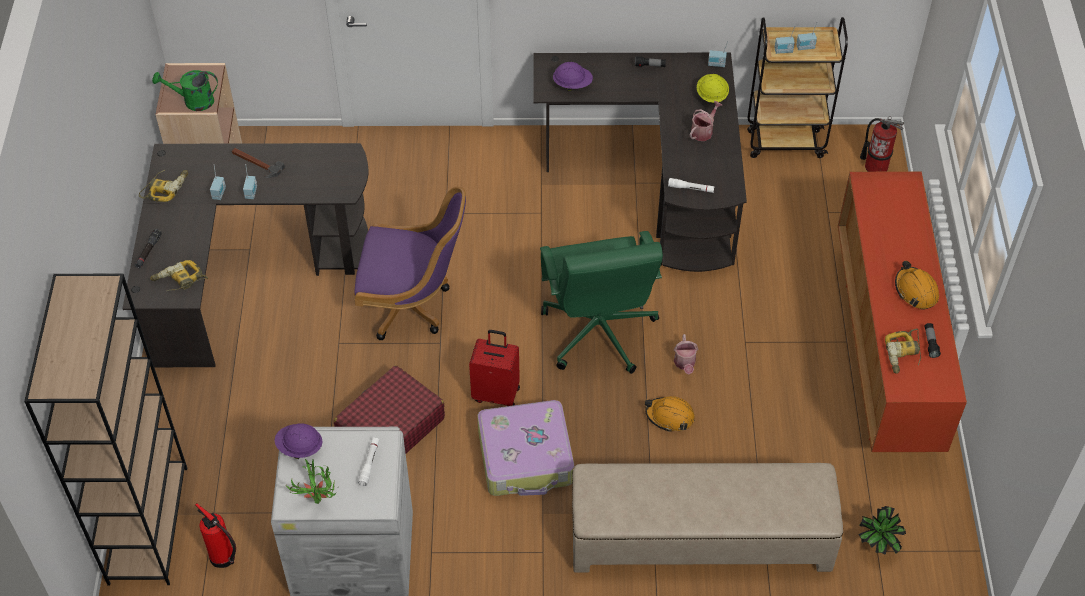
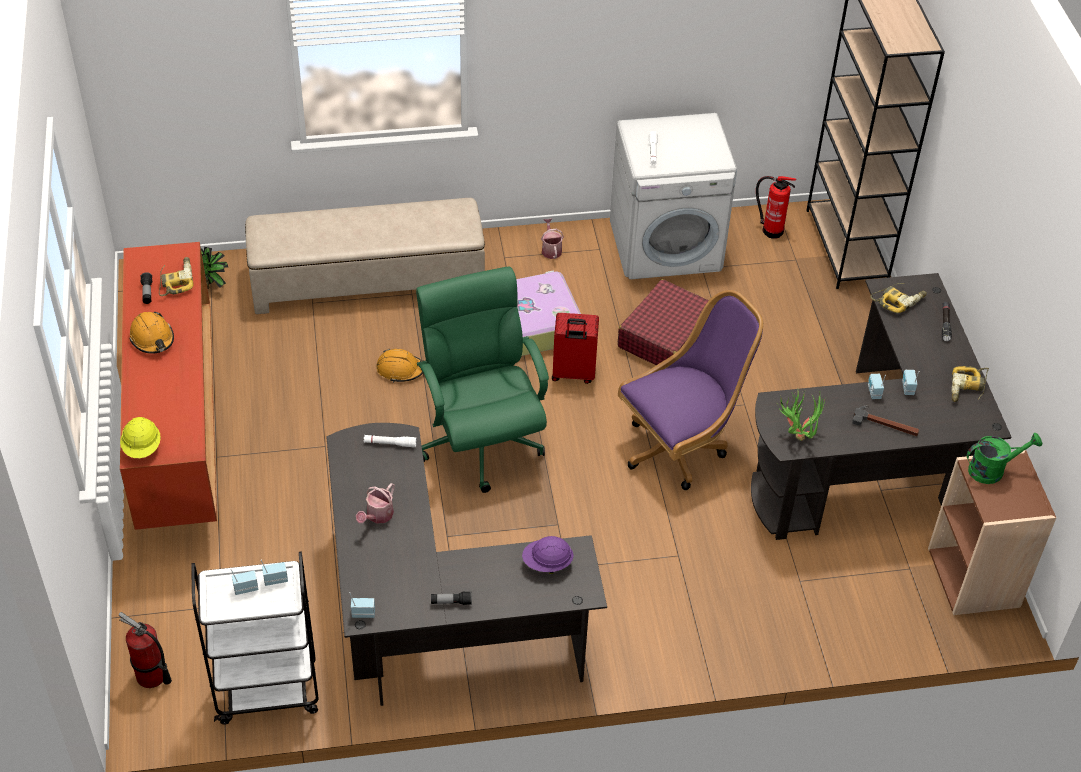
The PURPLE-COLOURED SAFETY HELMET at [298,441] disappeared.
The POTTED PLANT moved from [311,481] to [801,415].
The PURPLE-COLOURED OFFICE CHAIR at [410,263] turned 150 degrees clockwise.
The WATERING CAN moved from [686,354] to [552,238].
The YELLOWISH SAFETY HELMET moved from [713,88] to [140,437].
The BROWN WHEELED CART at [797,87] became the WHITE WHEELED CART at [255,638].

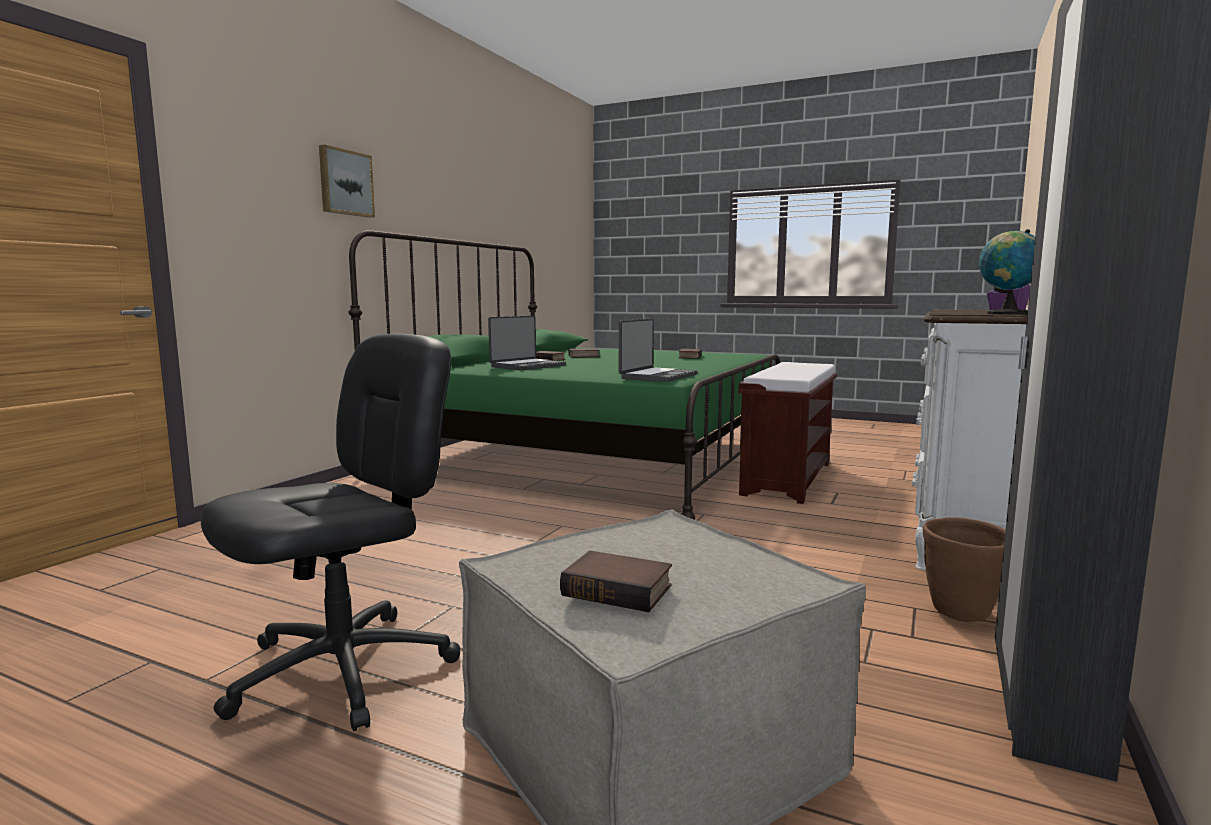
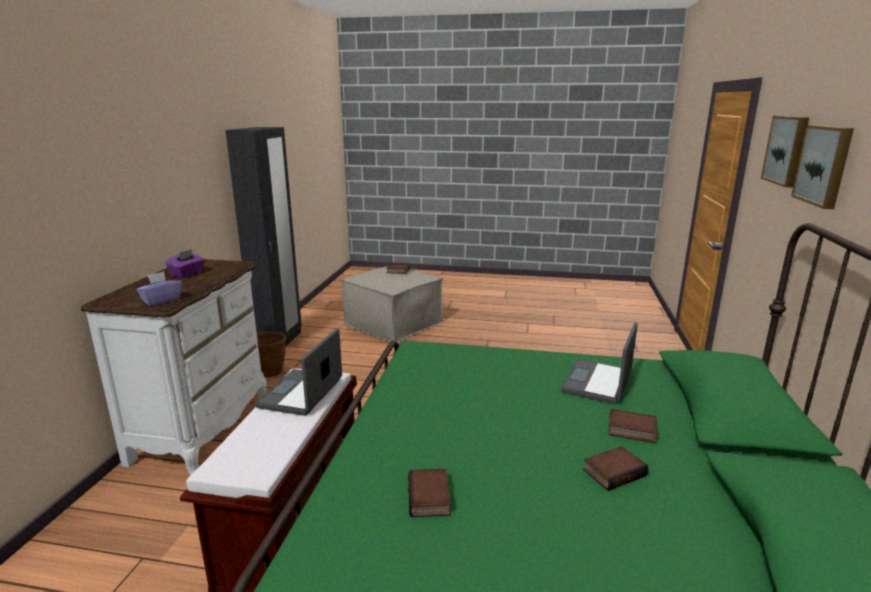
The BLACKISH OFFICE CHAIR at [330,532] disappeared.
The PORTABLE COMPUTER moved from [658,350] to [298,372].
The DESK GLOBE at [1007,272] disappeared.
The PURPLE-COLOURED TISSUE BOX at [159,288] appeared.
The WALL PICTURE at [785,152] appeared.

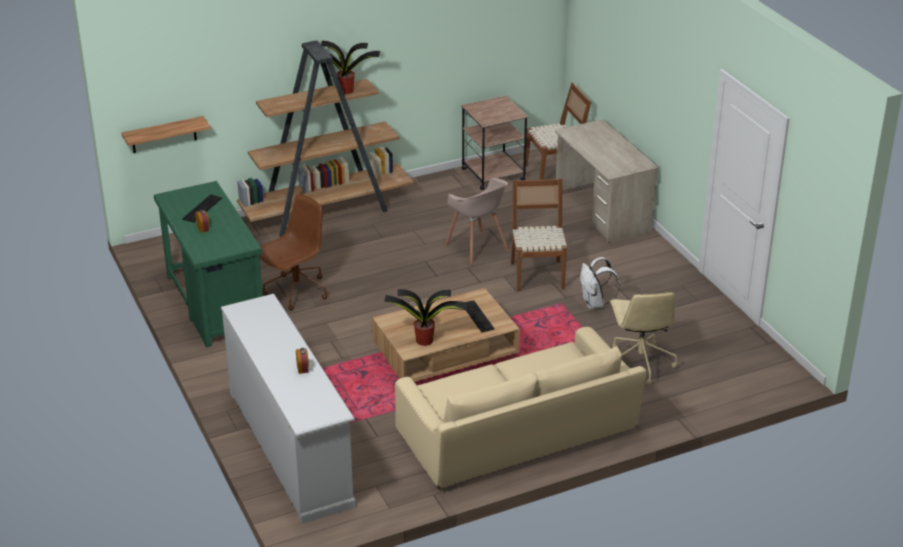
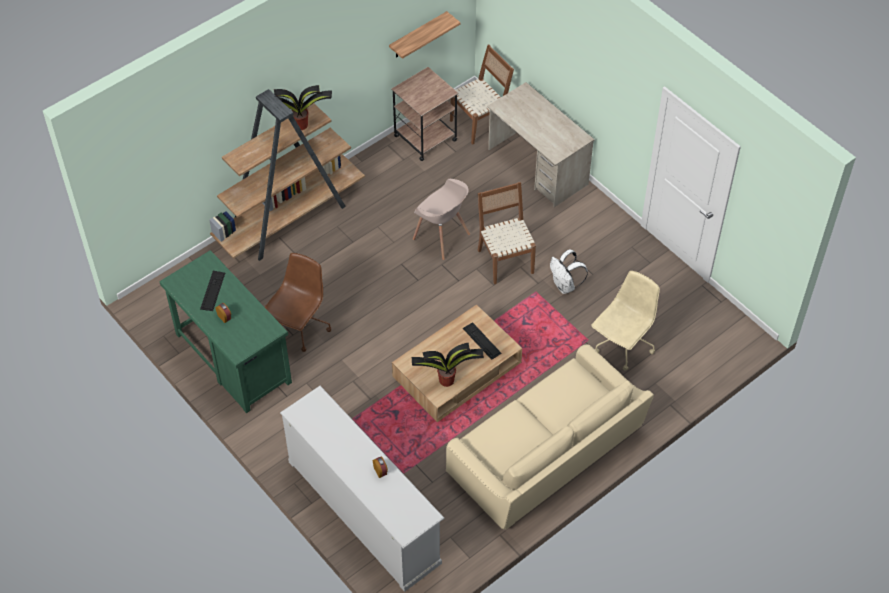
The WALL SHELF moved from [166,134] to [424,35].
The BEIGE OFFICE CHAIR at [644,338] turned 120 degrees counterclockwise.

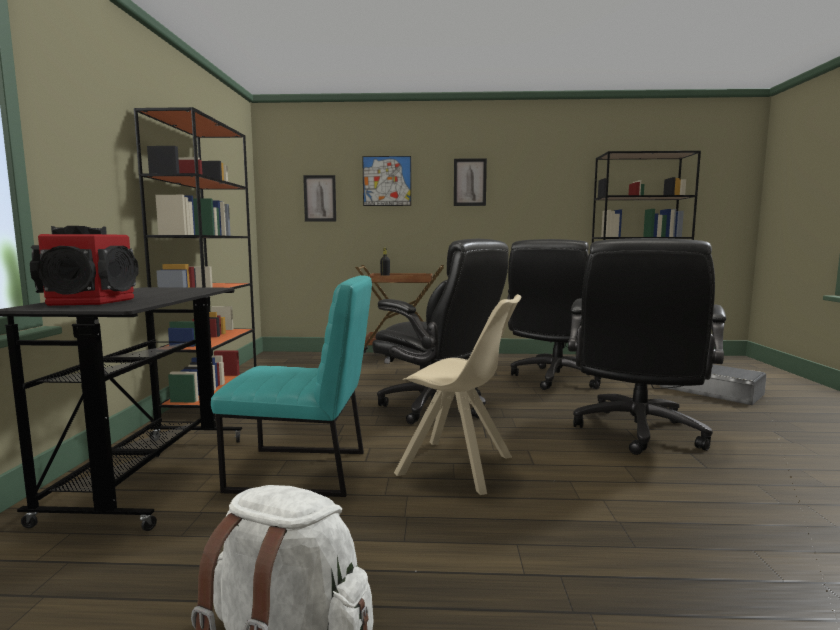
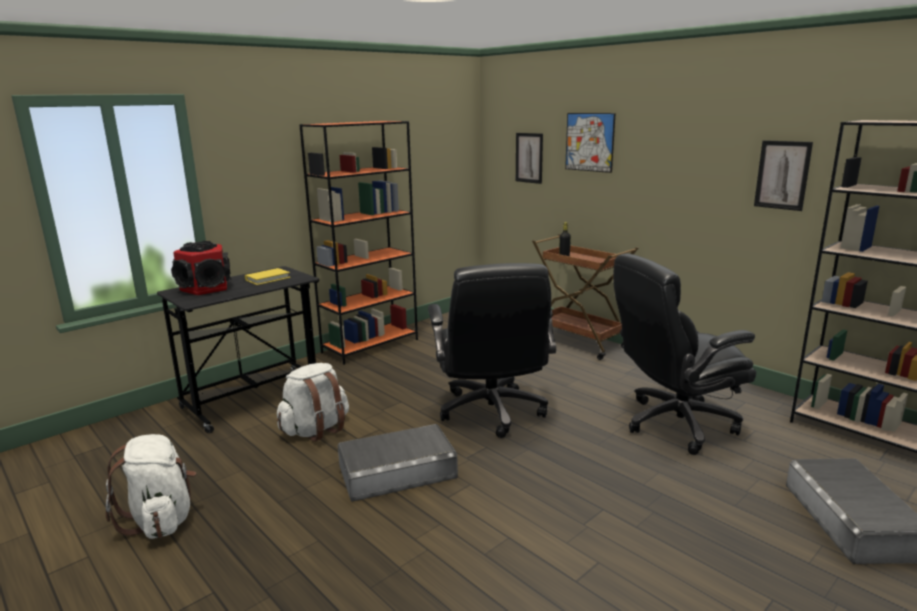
The TURQUOISE-COLOURED PLAIN CHAIR at [291,386] was replaced by the WHITE RUCKSACK at [313,402].
The BEIGE PLAIN CHAIR at [457,394] was replaced by the GREYISH STORAGE CONTAINER at [398,463].
The WALL PICTURE moved from [470,182] to [783,175].
The BLACKISH OFFICE CHAIR at [647,346] disappeared.
The YELLOWISH BOOK at [267,276] appeared.

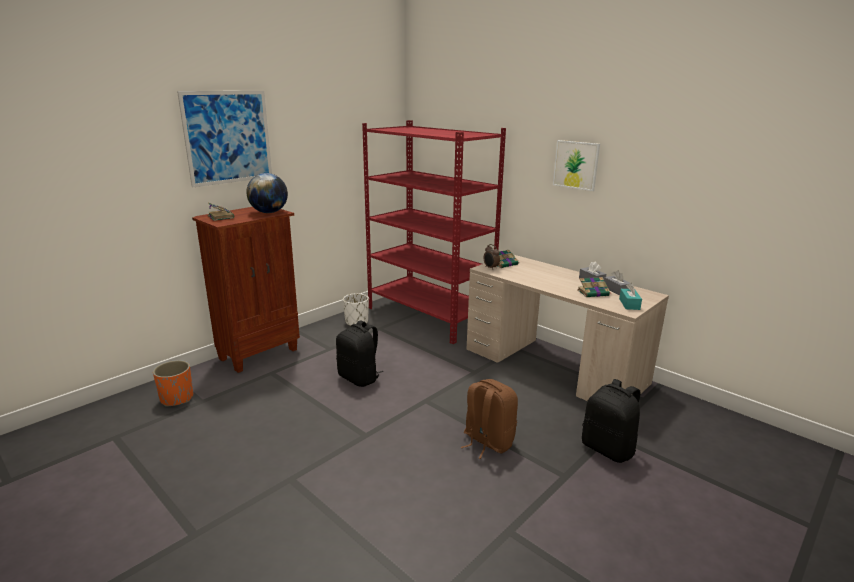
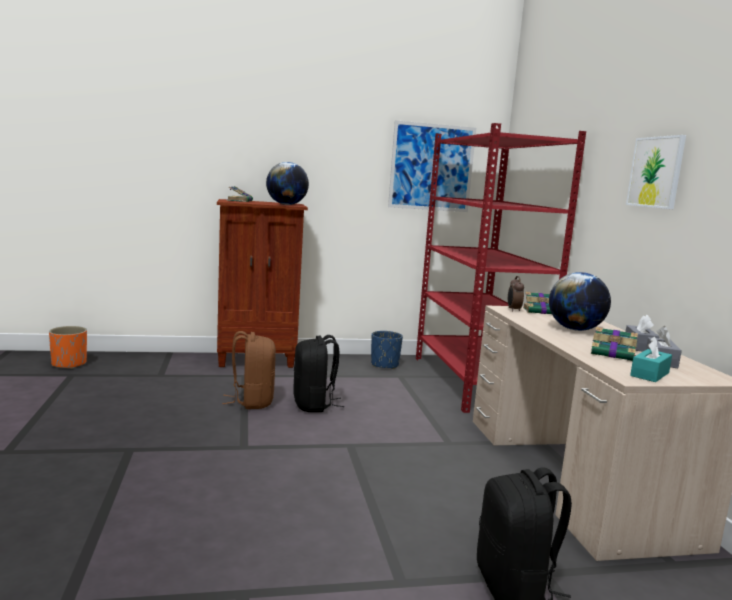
The ORANGE-COLOURED PLANTER moved from [173,383] to [68,347].
The WALL PICTURE moved from [224,139] to [432,166].
The WHITE PLANTER at [356,309] became the BLUE PLANTER at [387,350].
The BROWN RUCKSACK moved from [489,419] to [249,370].
The DESK GLOBE at [580,301] appeared.

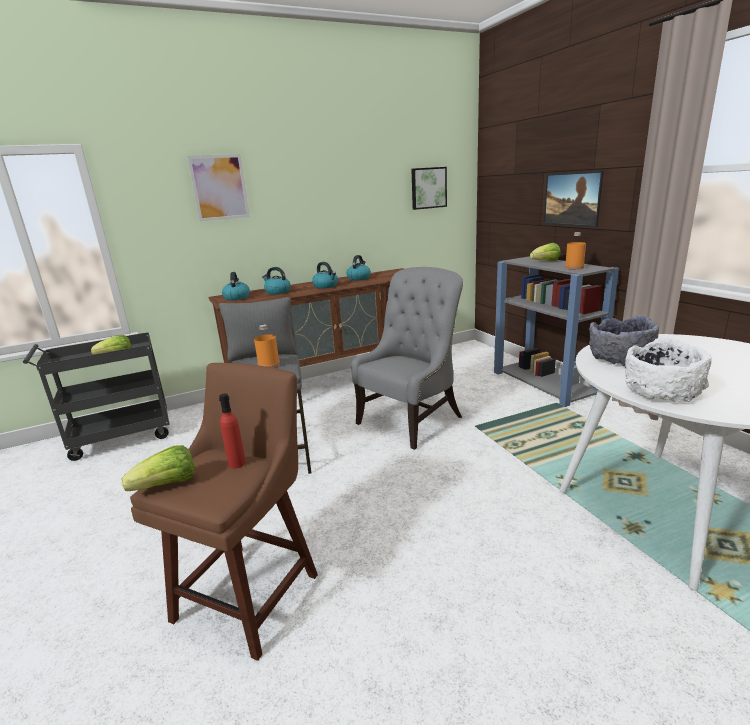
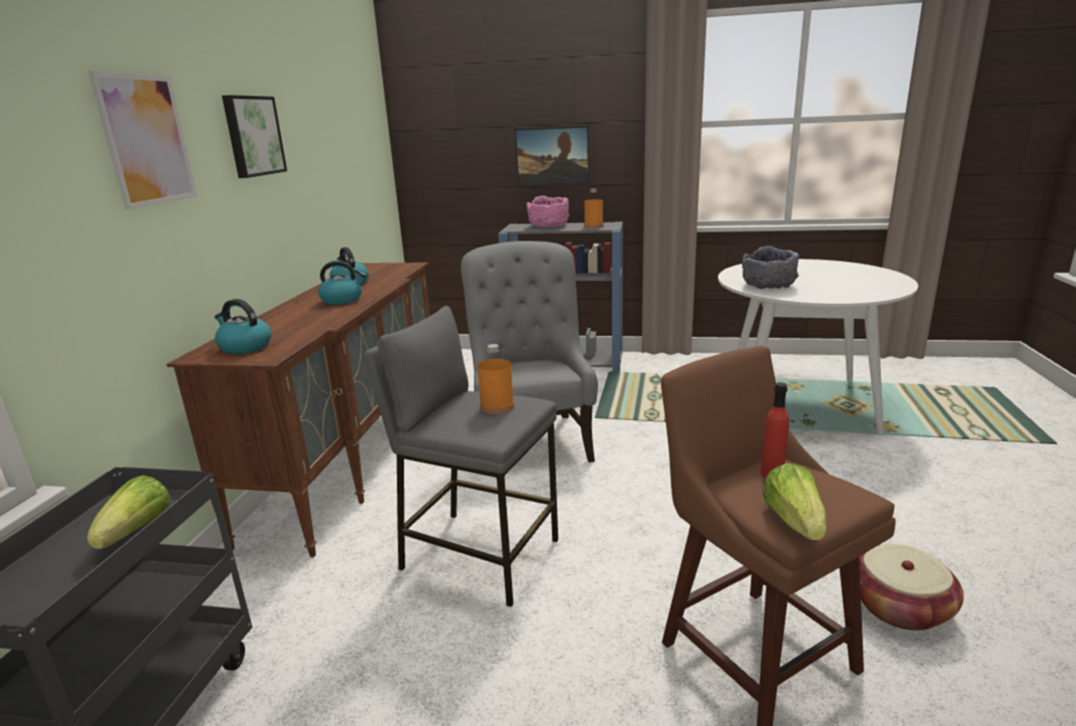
The TEA KETTLE at [276,280] disappeared.
The WALL PICTURE moved from [429,188] to [254,136].
The HEAD OF LETTUCE at [545,252] was replaced by the PINKISH DEEP DISH at [548,212].
The WHITE DEEP DISH at [668,370] disappeared.
The HOUSEHOLD BASKET at [911,587] appeared.

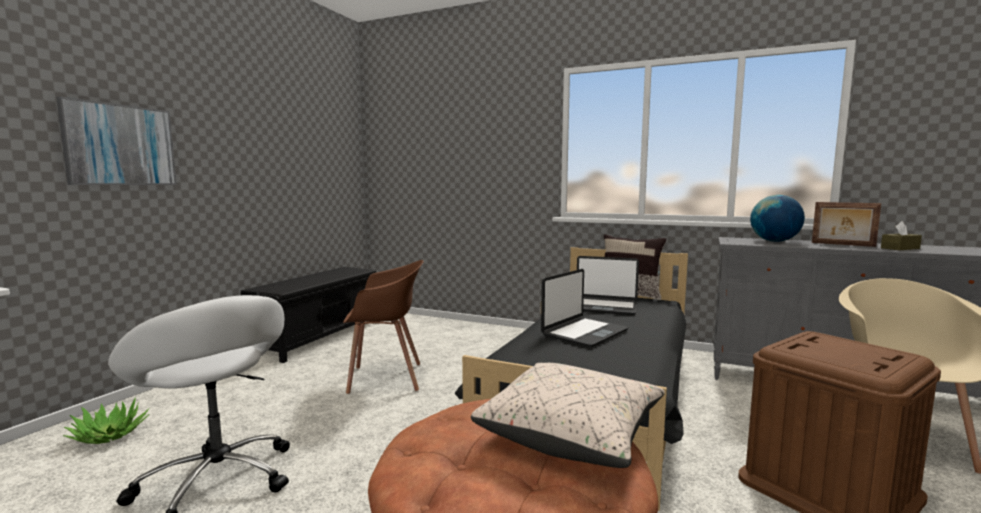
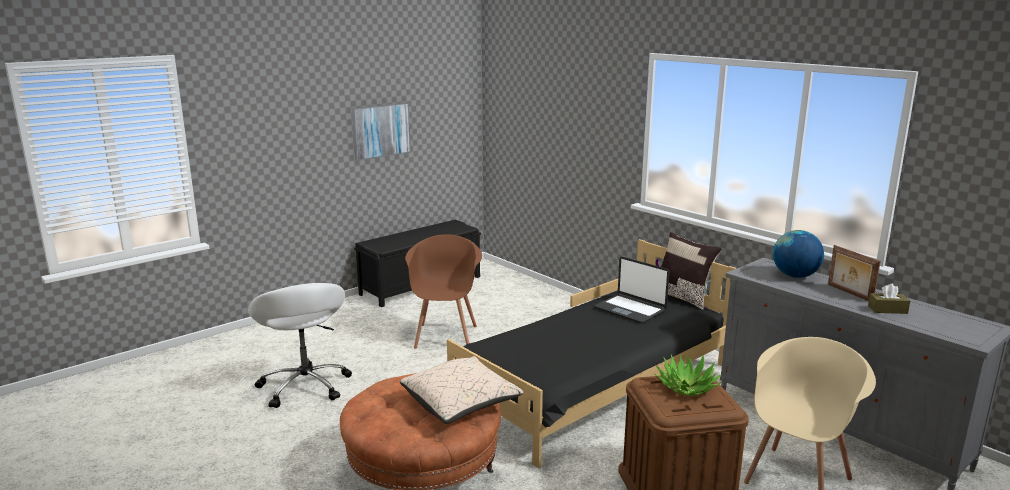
The WALL PICTURE moved from [116,140] to [381,131].
The POTTED PLANT moved from [106,420] to [687,375].
The BROWN PLAIN CHAIR at [383,327] turned 105 degrees counterclockwise.
The PORTABLE COMPUTER at [584,308] disappeared.

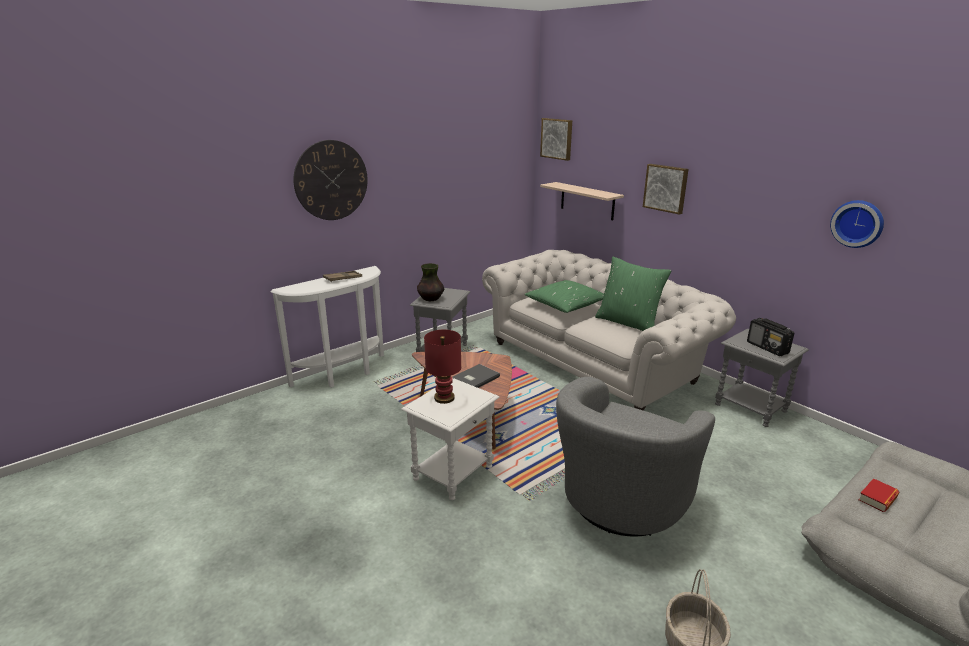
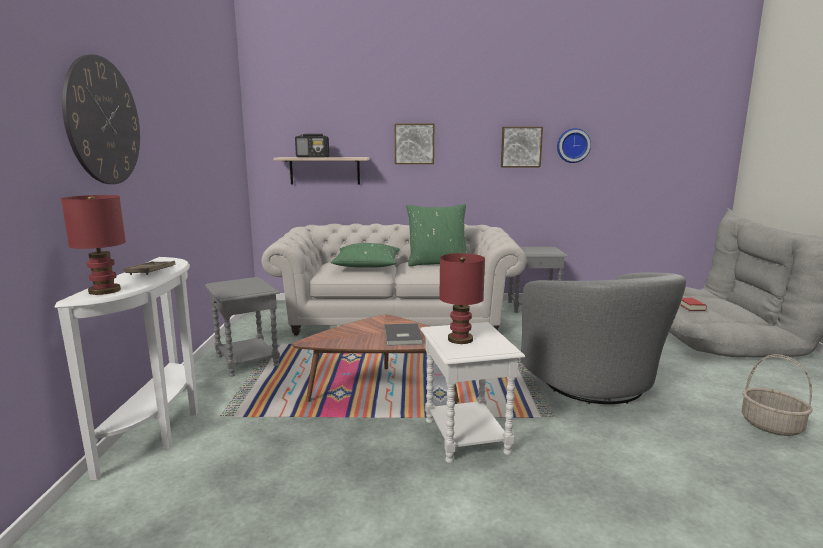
The FLOWER VASE at [430,282] disappeared.
The WALL PICTURE moved from [556,139] to [522,147].
The RADIO RECEIVER moved from [770,337] to [312,145].
The RED TABLE LAMP at [93,245] appeared.

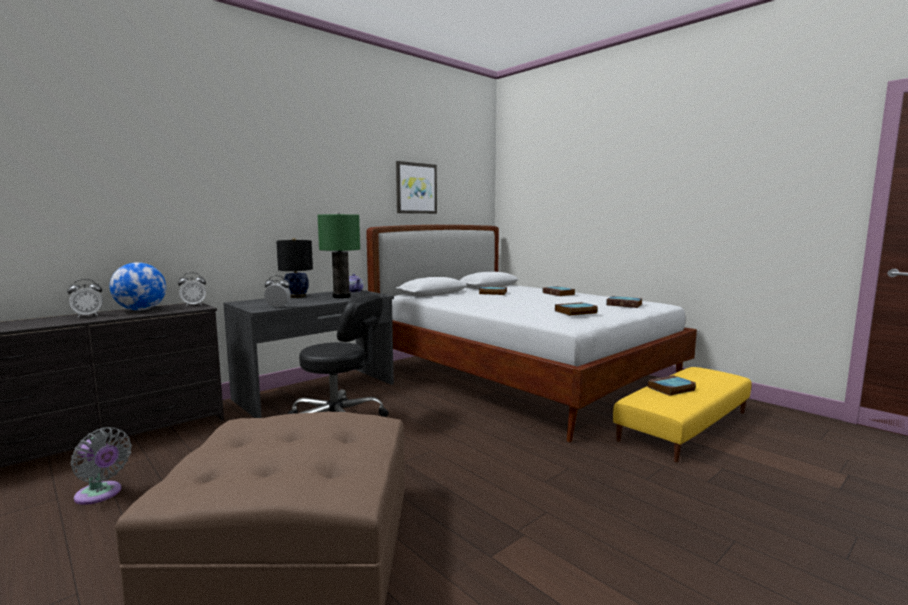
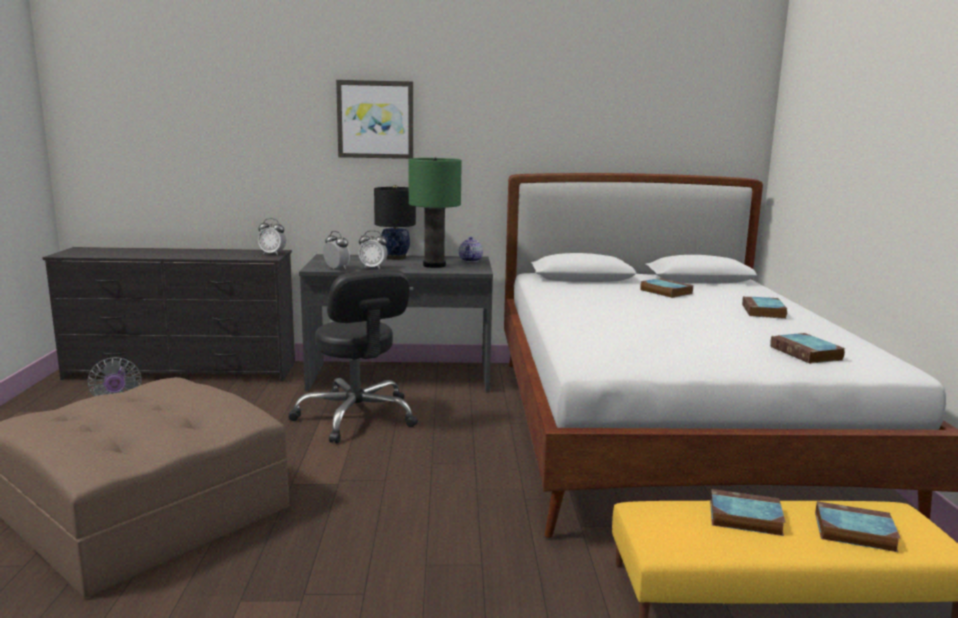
The TABLE CLOCK moved from [85,298] to [373,249].
The DESK GLOBE at [138,286] disappeared.
The WALL PICTURE moved from [416,187] to [374,119].
The BOOK moved from [576,309] to [858,526].

